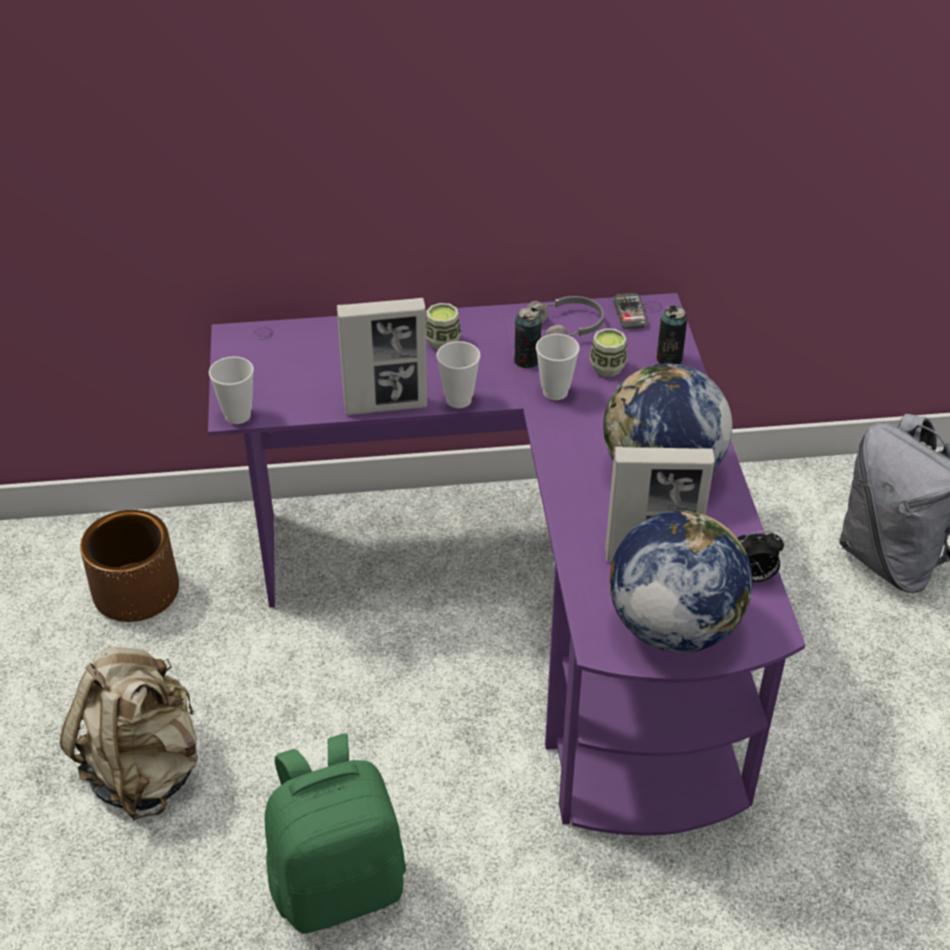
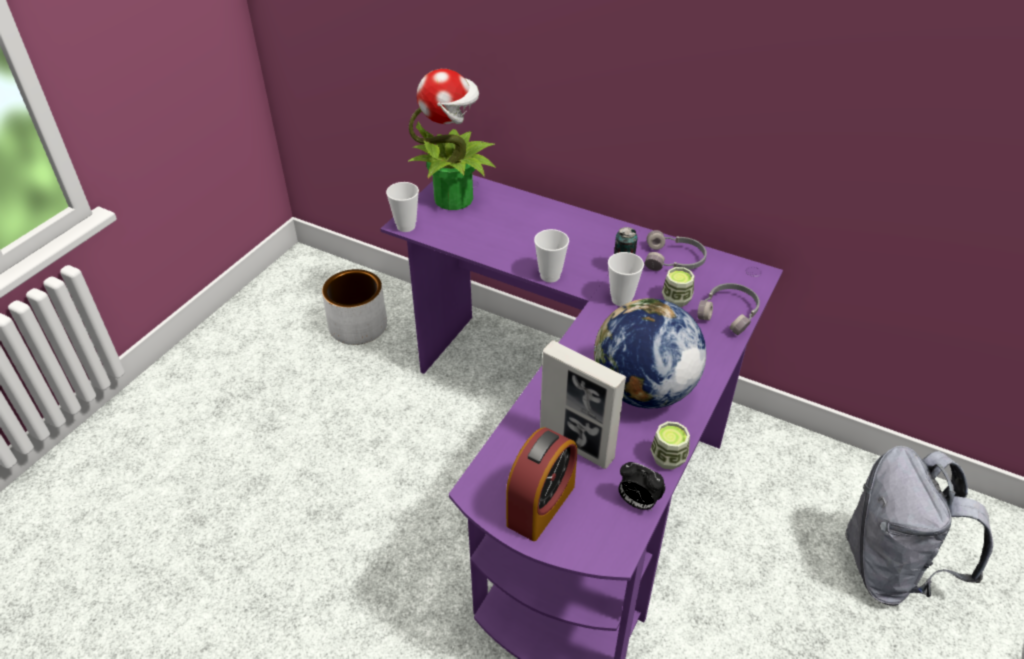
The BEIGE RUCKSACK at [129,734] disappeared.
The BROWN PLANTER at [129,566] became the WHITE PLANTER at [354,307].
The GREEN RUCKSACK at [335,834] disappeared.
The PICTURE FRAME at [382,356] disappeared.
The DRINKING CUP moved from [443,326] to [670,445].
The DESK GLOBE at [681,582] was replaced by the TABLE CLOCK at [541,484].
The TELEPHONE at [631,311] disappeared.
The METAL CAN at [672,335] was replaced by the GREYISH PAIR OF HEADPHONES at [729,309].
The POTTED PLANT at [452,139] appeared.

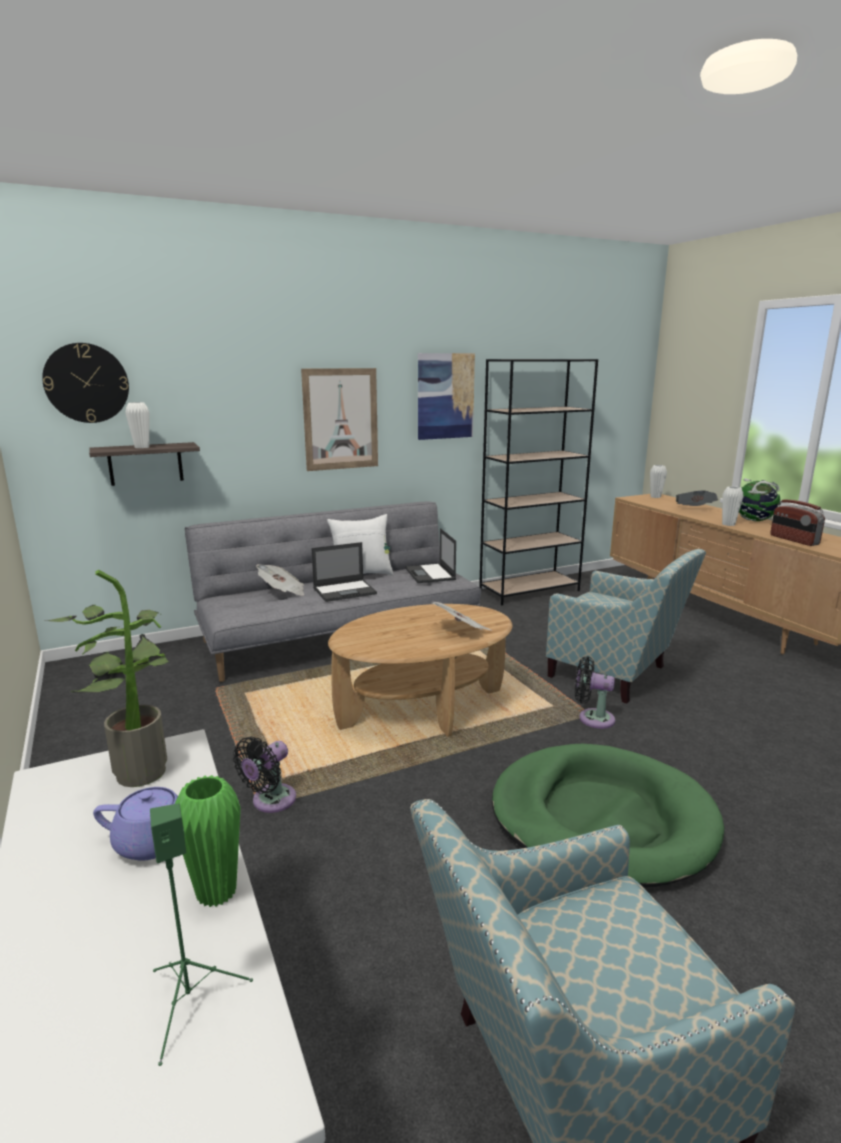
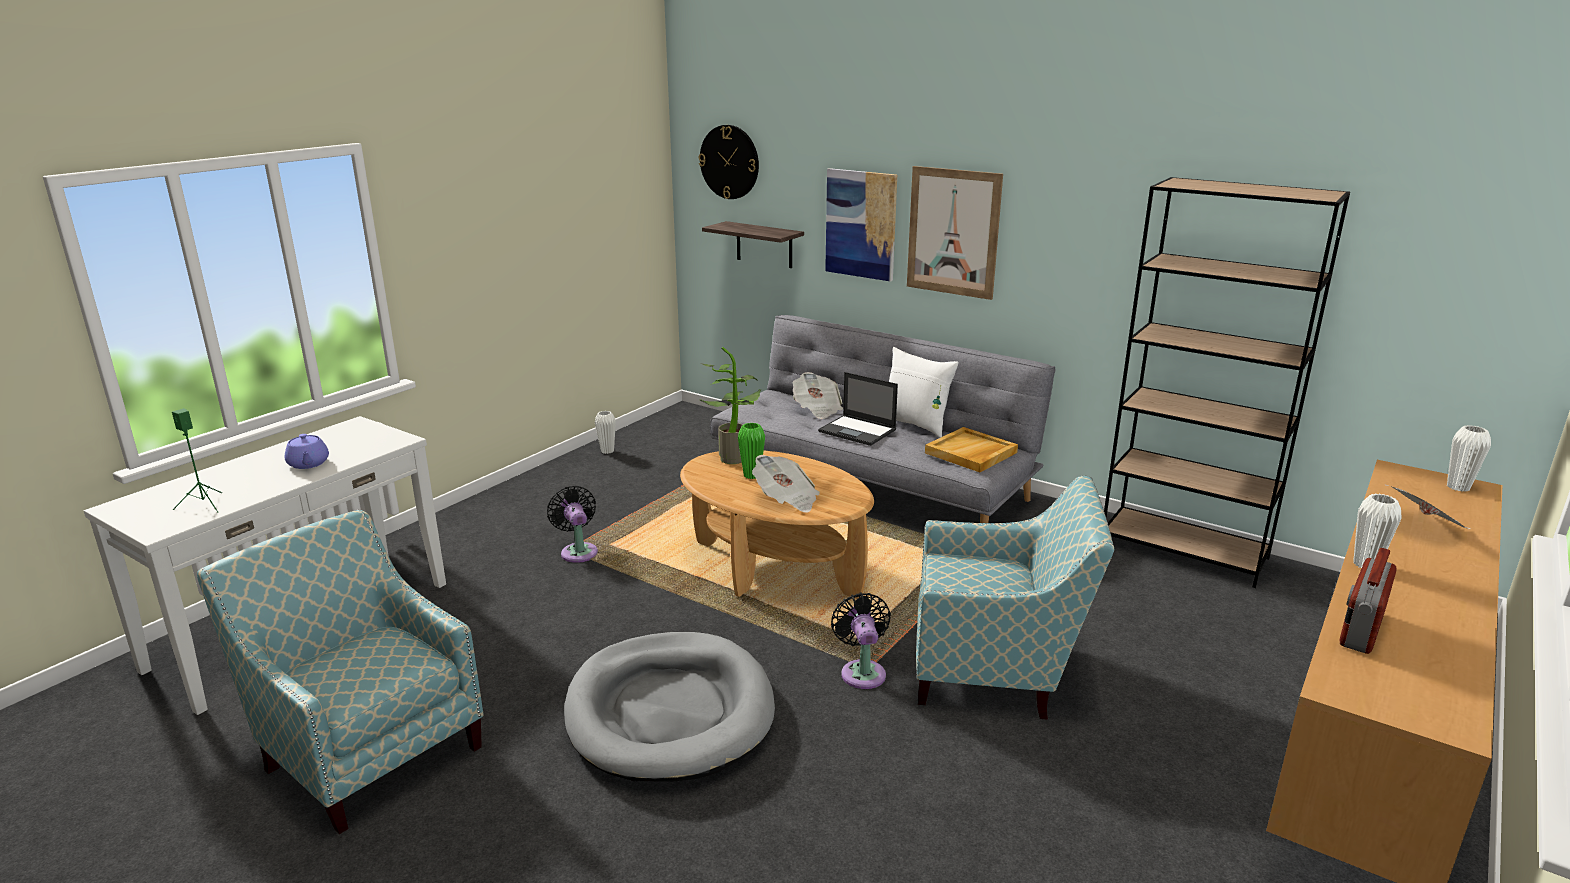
The POTTED PLANT moved from [107,678] to [730,405].
The WHITE FLOWER VASE moved from [137,425] to [605,432].
The GREEN FLOWER VASE moved from [208,841] to [751,451].
The BLACKISH ELECTRIC FAN at [264,775] turned 60 degrees clockwise.
The PORTABLE COMPUTER at [430,555] was replaced by the BEIGE TRAY at [971,450].
The WALL PICTURE moved from [446,396] to [861,225].
The GREEN DOG CUSHION at [608,816] became the GREYISH DOG CUSHION at [669,707].
The LOUNGE CHAIR at [626,626] turned 90 degrees counterclockwise.
The DESK GLOBE at [760,499] disappeared.

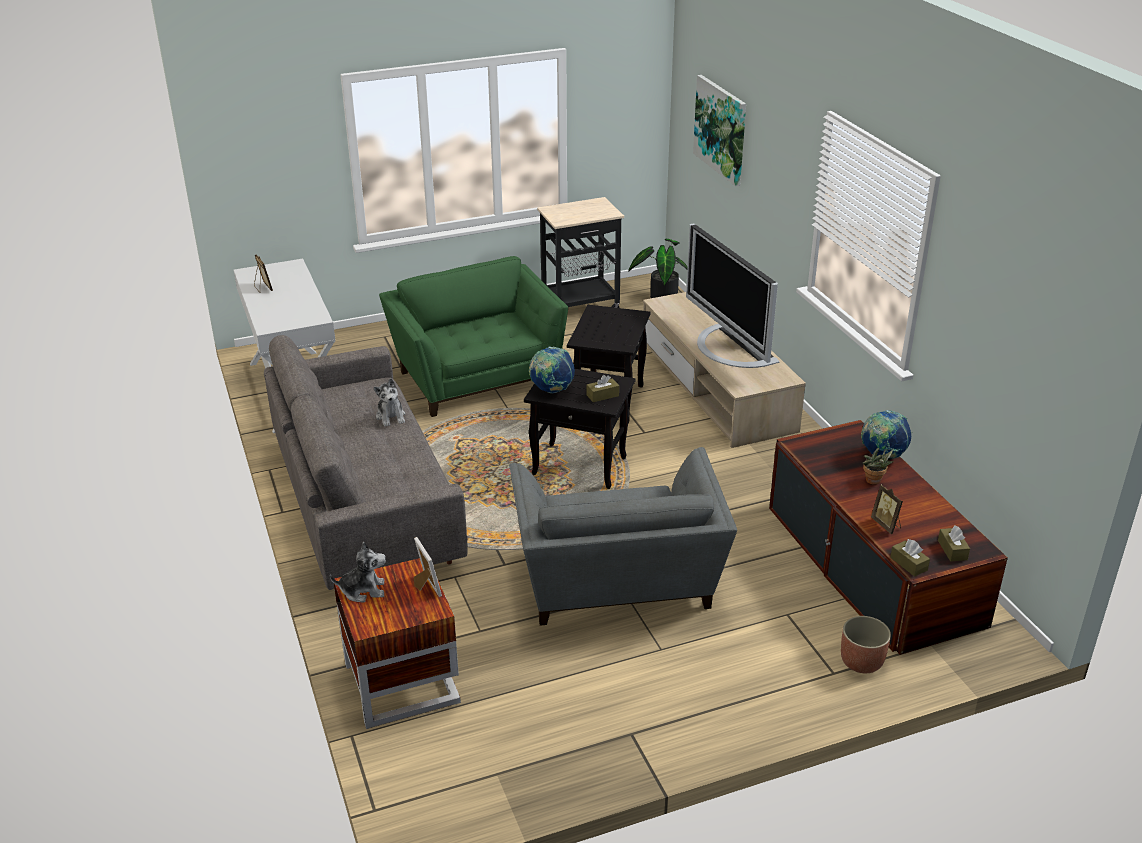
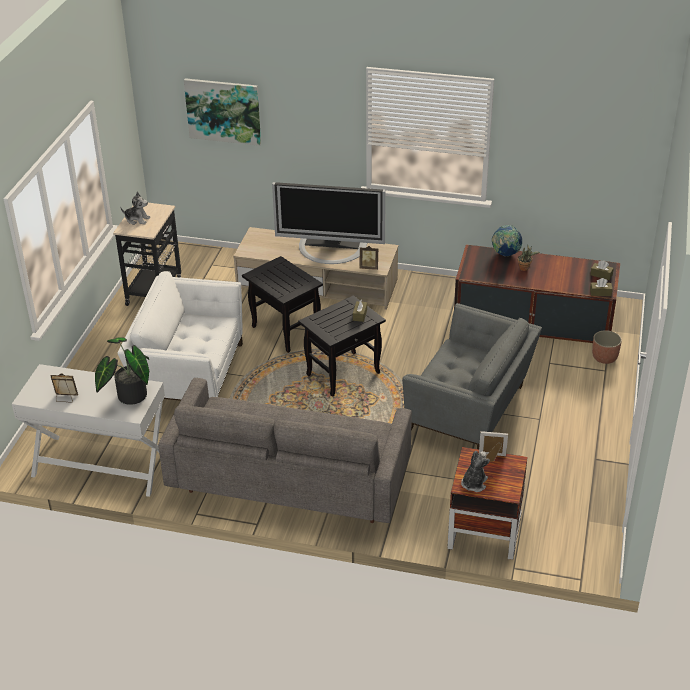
The SOFT TOY moved from [389,402] to [135,208].
The GREEN LOUNGE CHAIR at [473,336] became the WHITE LOUNGE CHAIR at [180,336].
The DESK GLOBE at [552,369] disappeared.
The POTTED PLANT moved from [658,268] to [122,371].
The PICTURE FRAME moved from [887,509] to [369,258].

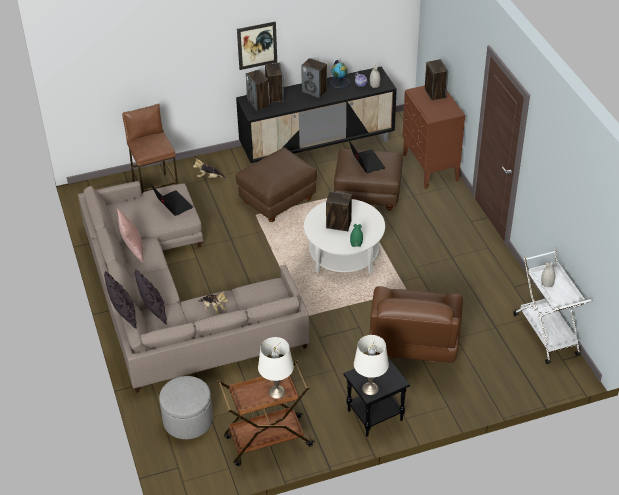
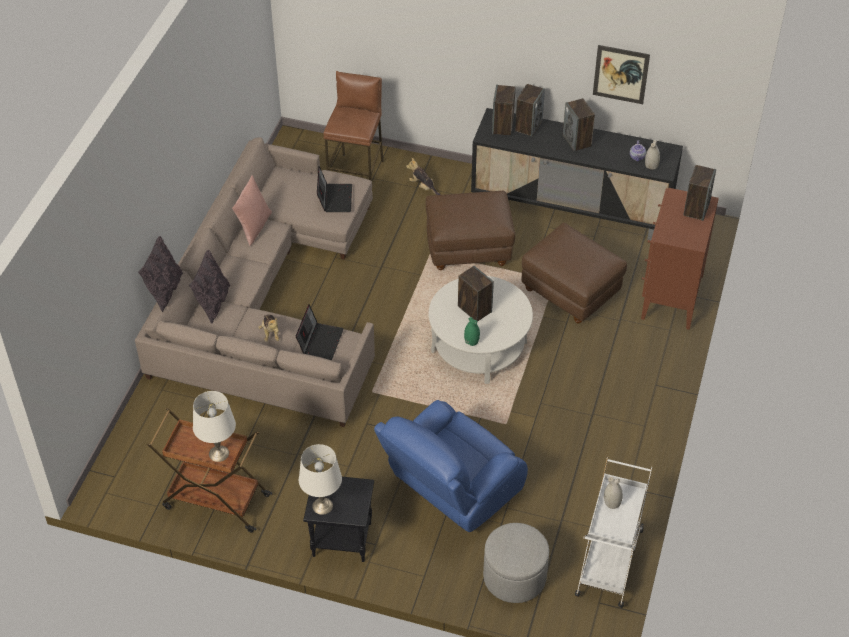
The GREYISH FOOTREST moved from [186,407] to [516,563].
The WALL PICTURE moved from [257,45] to [621,74].
The DESK GLOBE at [340,74] disappeared.
The PORTABLE COMPUTER moved from [367,156] to [320,332].
The BROWN LOUNGE CHAIR at [416,325] became the BLUE LOUNGE CHAIR at [451,466].

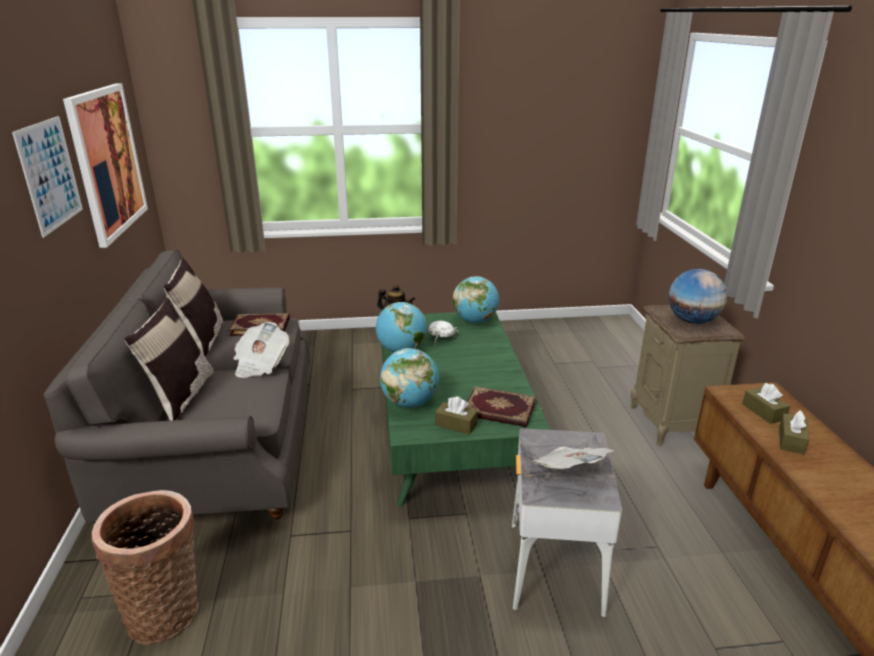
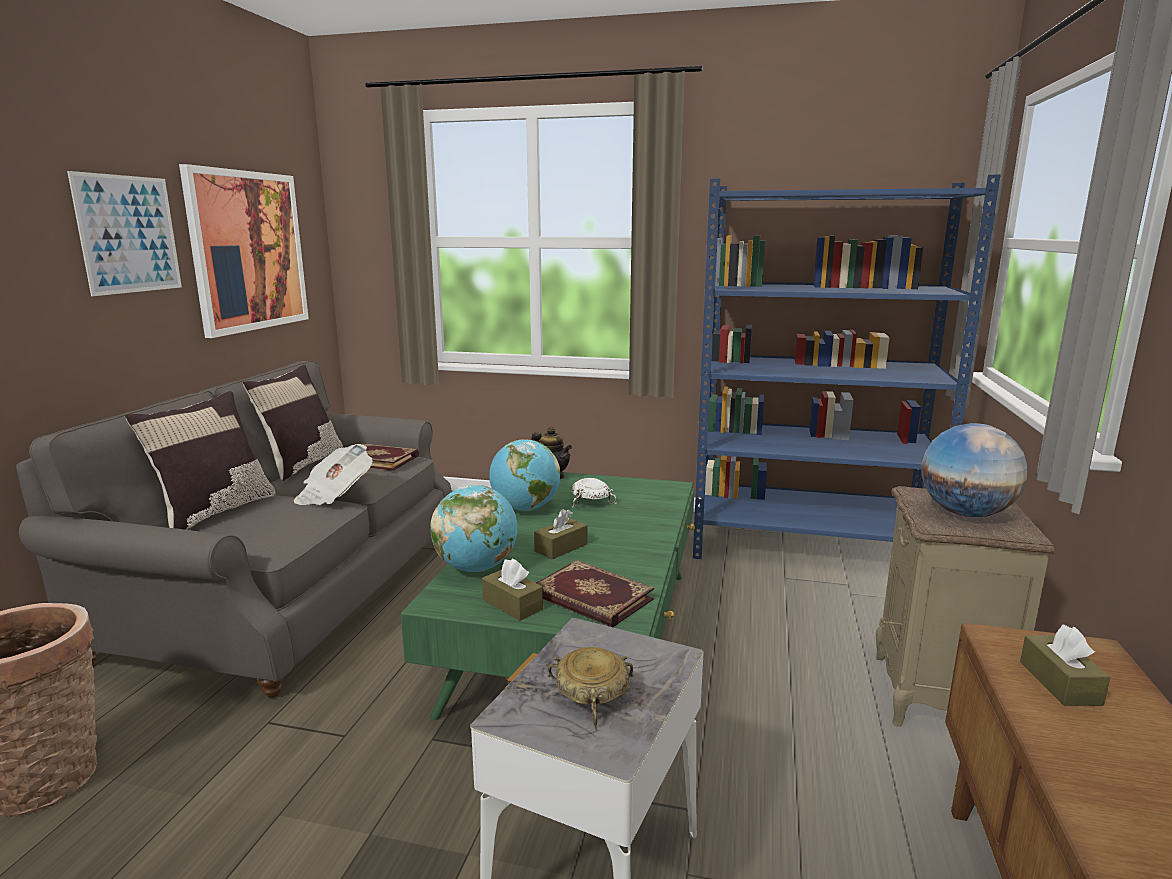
The DESK GLOBE at [476,299] disappeared.
The PRINTED PAPER at [573,458] was replaced by the BEIGE DEEP DISH at [590,689].
The BROWN TISSUE BOX moved from [794,432] to [560,534].
The BLUE BOOKSHELF at [847,367] appeared.

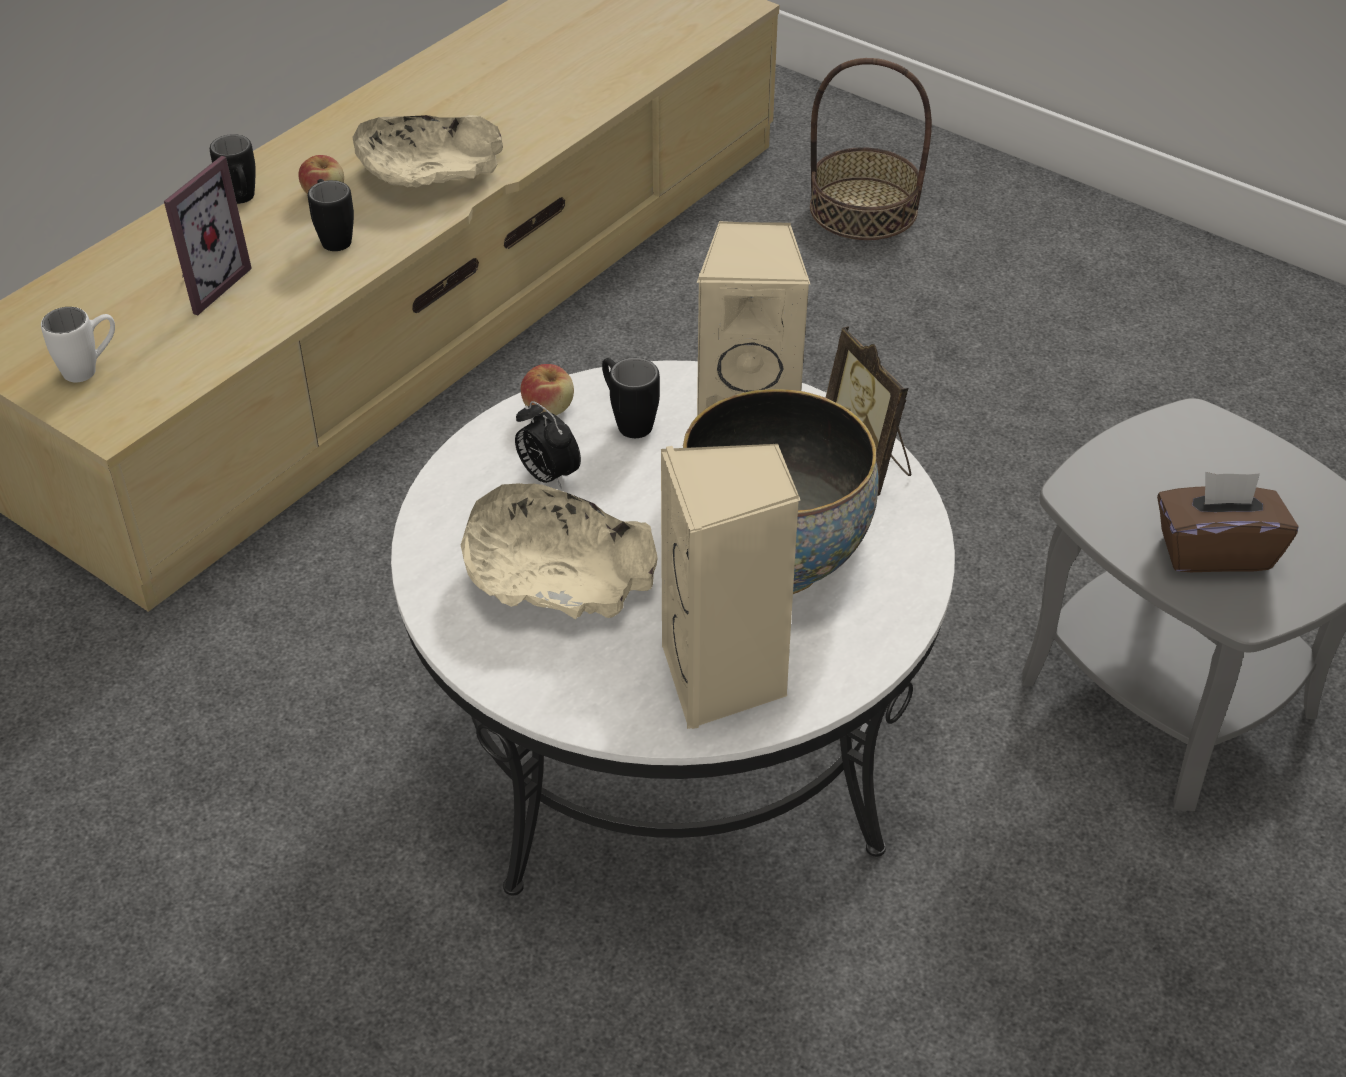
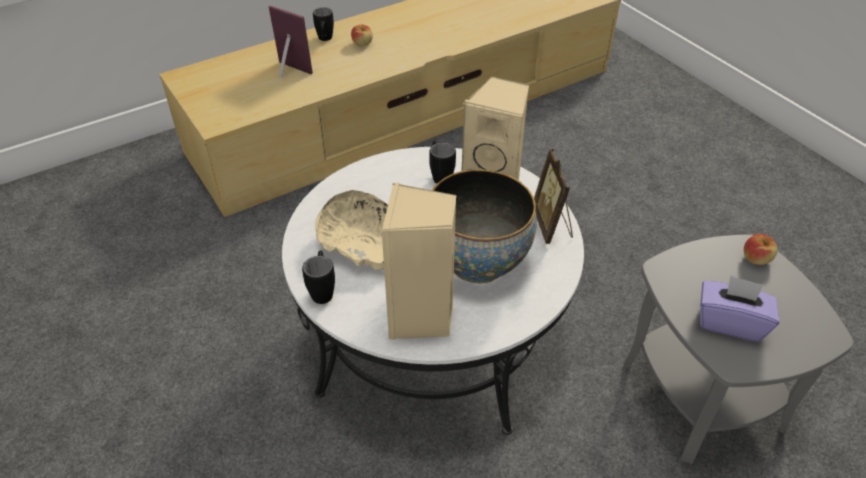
The WHITE COFFEE MUG at [78,344] disappeared.
The PICTURE FRAME at [208,235] turned 105 degrees counterclockwise.
The BLACKISH COFFEE MUG moved from [331,215] to [318,277].
The BEIGE DEEP DISH at [427,151] disappeared.
The TABLE CLOCK at [548,445] disappeared.
The APPLE moved from [547,389] to [761,249].
The HOUSEHOLD BASKET at [871,149] disappeared.
The BROWN TISSUE BOX at [1228,522] became the PURPLE-COLOURED TISSUE BOX at [740,309].

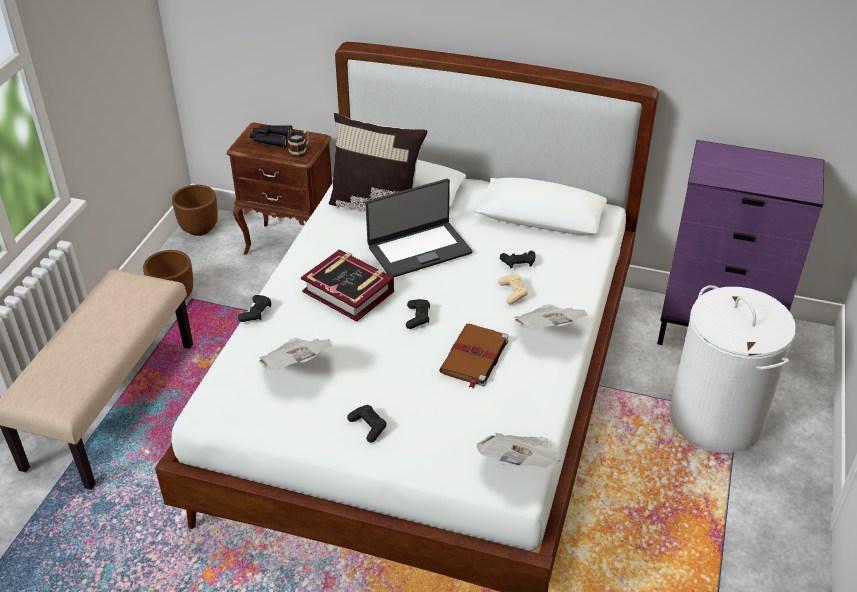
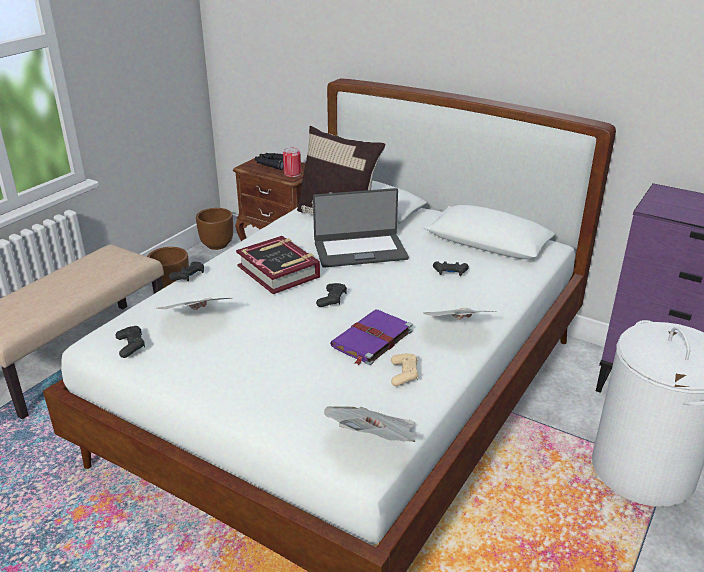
The COFFEE MUG at [298,144] was replaced by the METAL CAN at [292,162].
The BLACKISH GAMEPAD moved from [367,424] to [130,342].
The BROWN BOOK at [474,356] became the PURPLE-COLOURED BOOK at [371,337].
The BEIGE GAMEPAD moved from [513,290] to [405,369].

